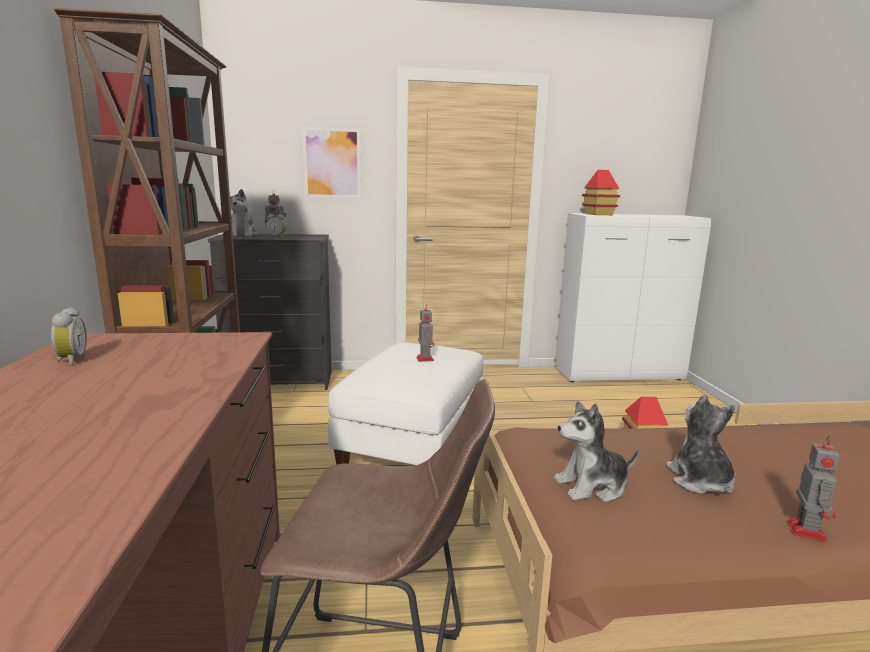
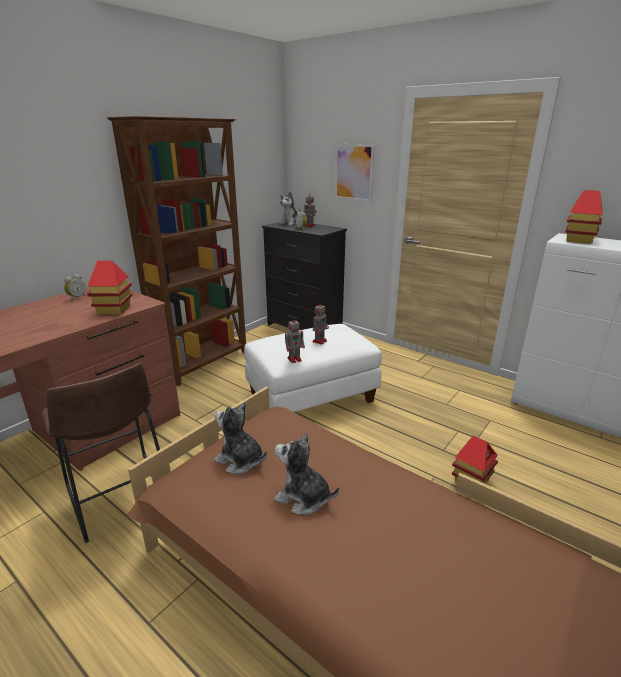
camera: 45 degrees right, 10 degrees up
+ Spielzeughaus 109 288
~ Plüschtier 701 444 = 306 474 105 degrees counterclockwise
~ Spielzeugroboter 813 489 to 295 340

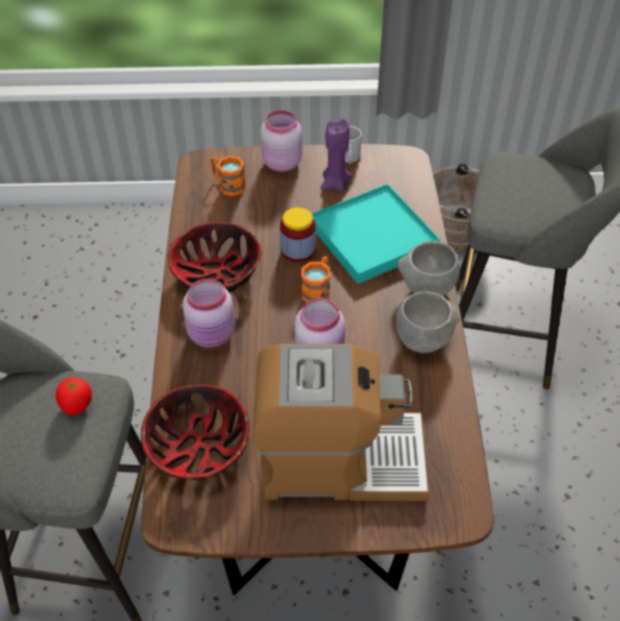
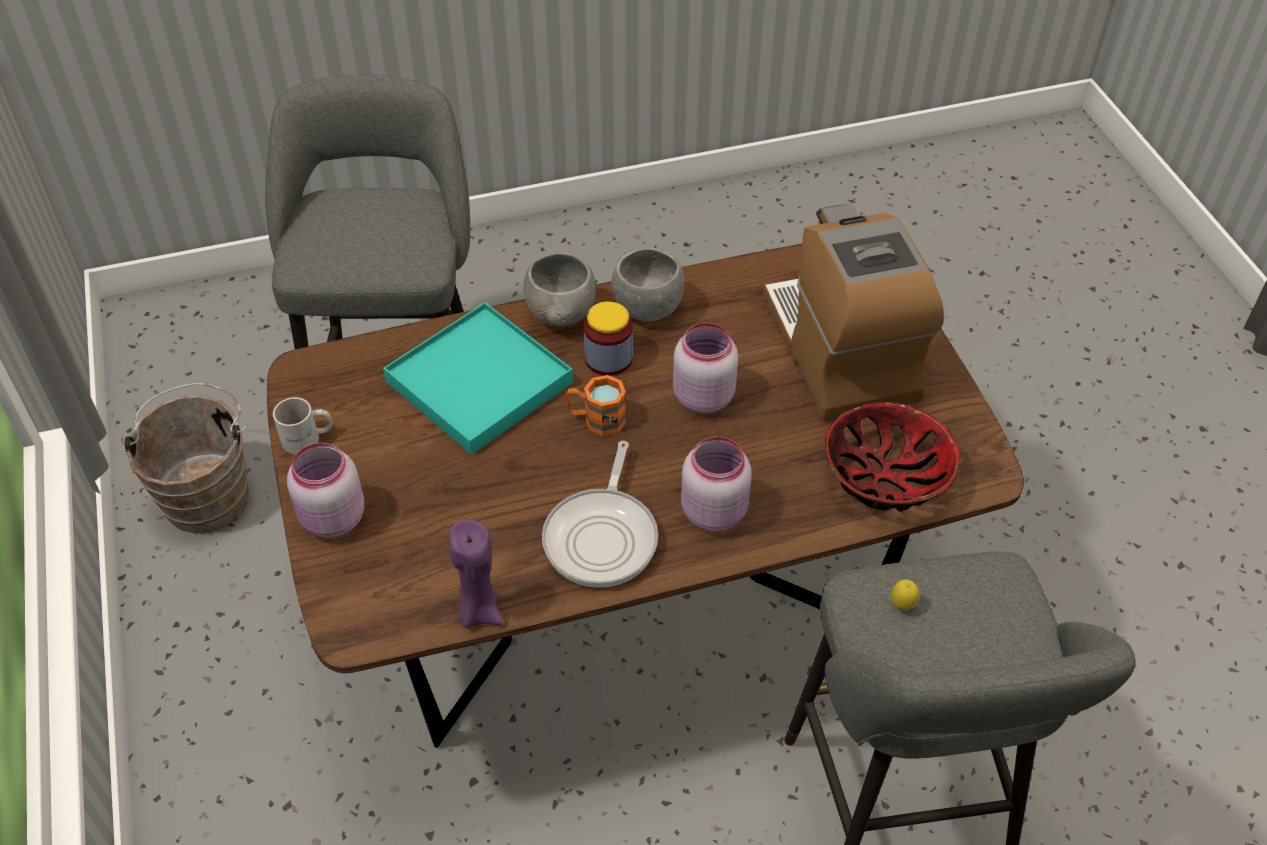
camera: 105 degrees left, 0 degrees up
~ Kerze (lila) 337 155 to 476 574
~ Schüssel 214 257 to Pfanne 600 514
~ Vorratsglas 298 234 to 608 338
~ Tomate 74 396 to Zitrone 905 594
- Henkelbecher (orange) 228 176

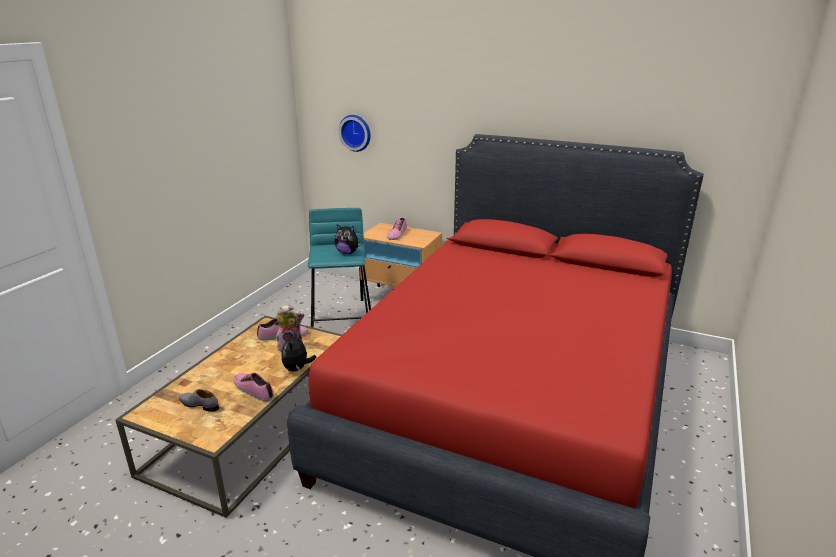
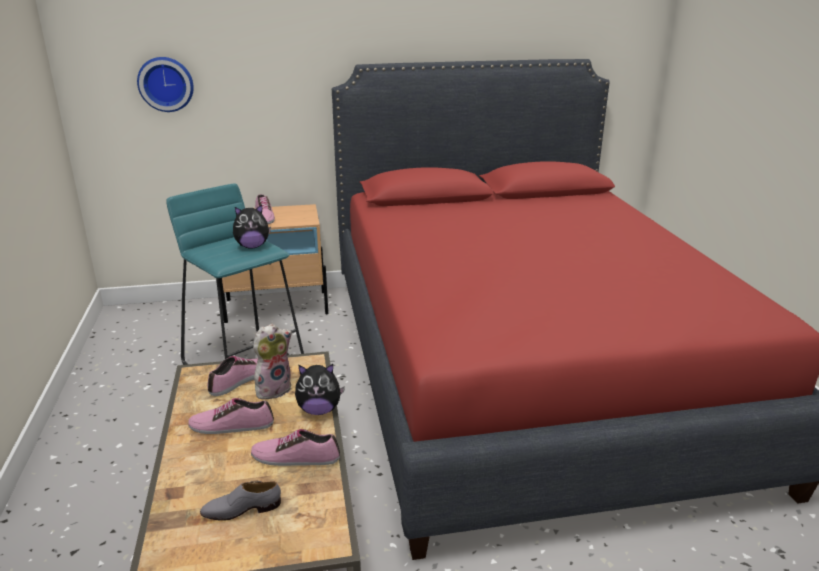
camera: 35 degrees left, 0 degrees up
+ Schuh 231 416
~ Plüschtier 298 351 = 320 389 60 degrees counterclockwise

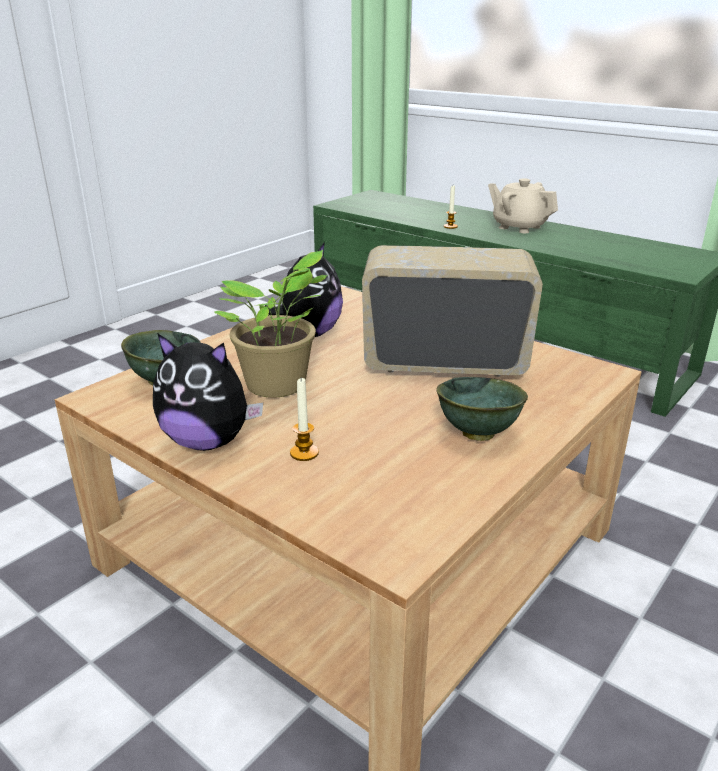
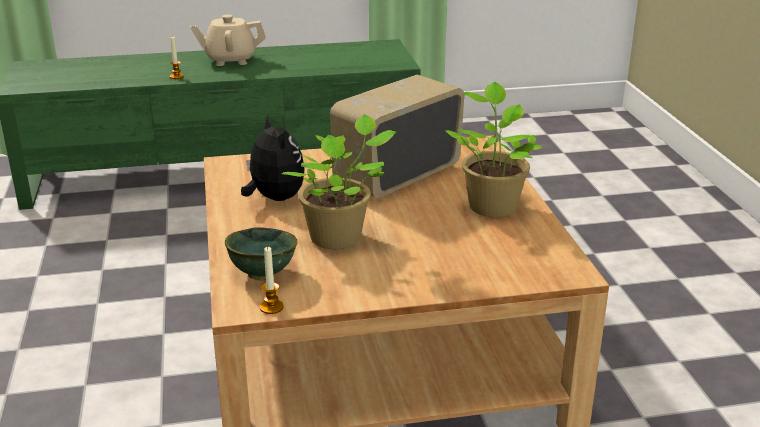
camera: 50 degrees left, 0 degrees up
~ Kerze 304 419 to 272 280
~ Schüssel (grün) 482 409 to Topfpflanze 493 149
- Plüschtier 208 392

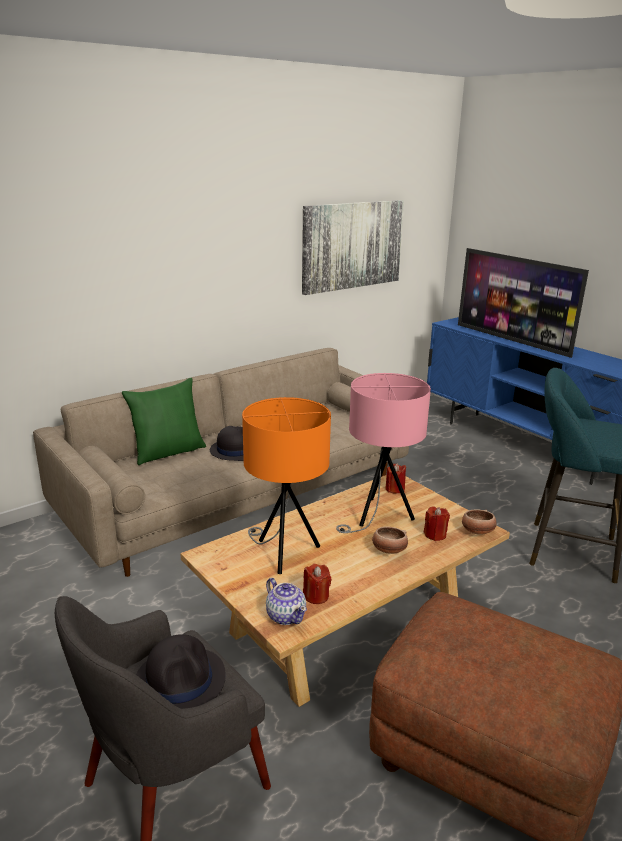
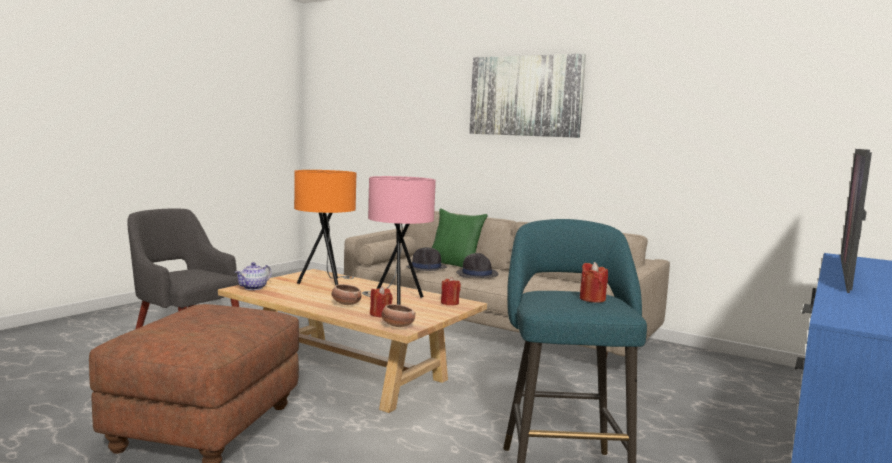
camera: 70 degrees right, 15 degrees down
~ Hut (schwarz) 181 671 to 426 259
~ Bild 353 247 to 527 96
~ Kerze (rot) 317 584 to 594 282

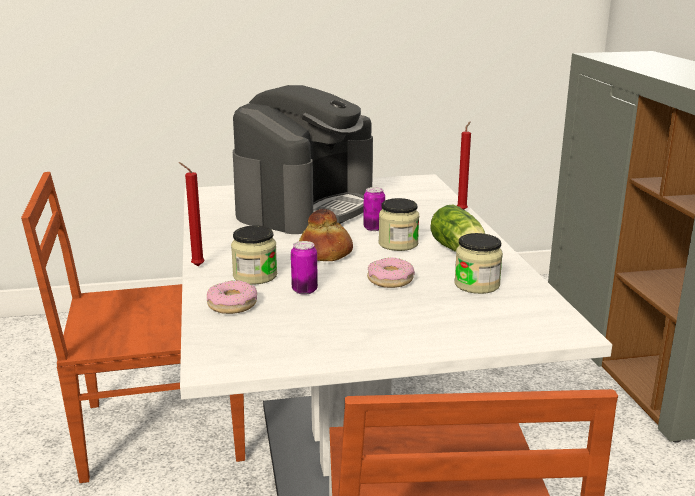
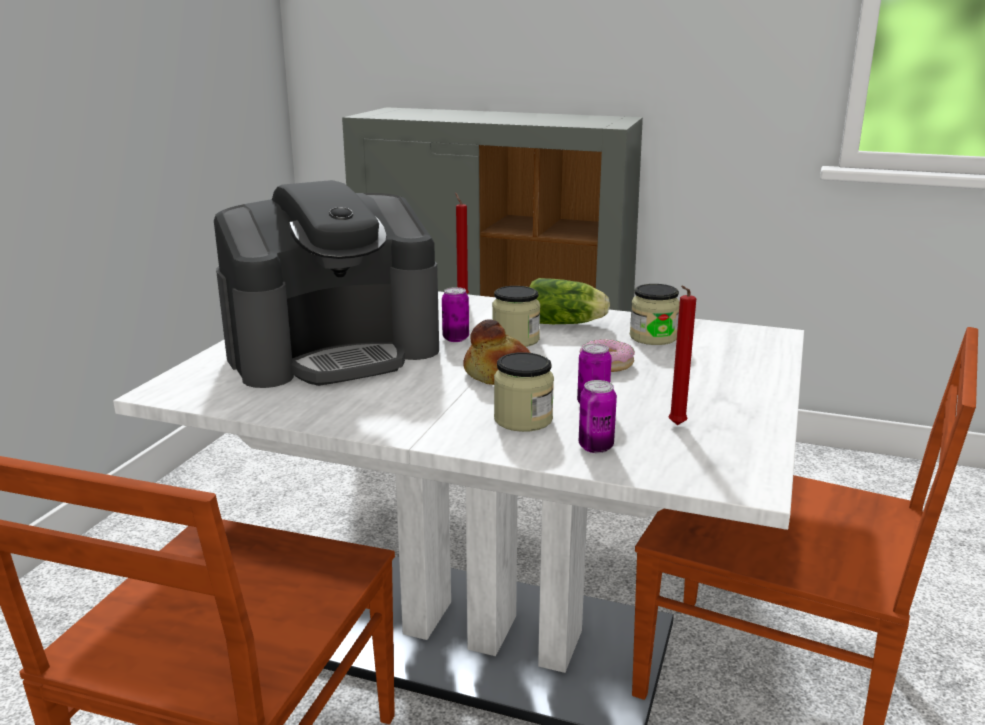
camera: 60 degrees left, 0 degrees up
~ Kaffeemaschine 303 159 = 326 284 90 degrees clockwise
~ Donut 232 297 to Dose 598 416
~ Kerze (rot) 192 214 to 682 355

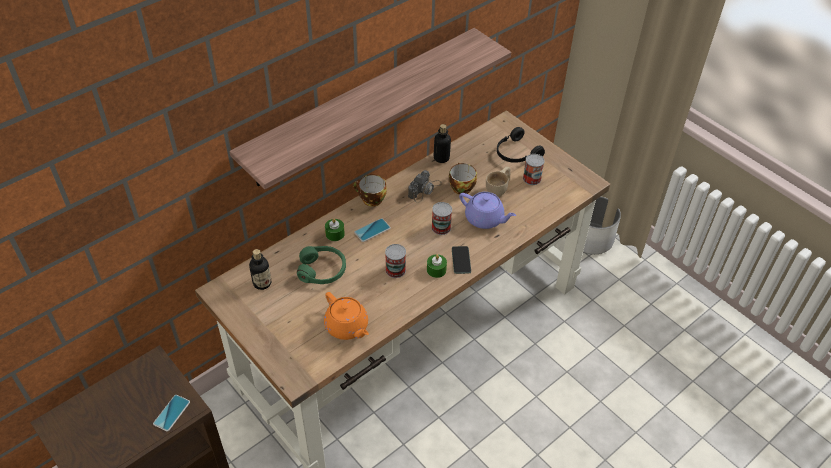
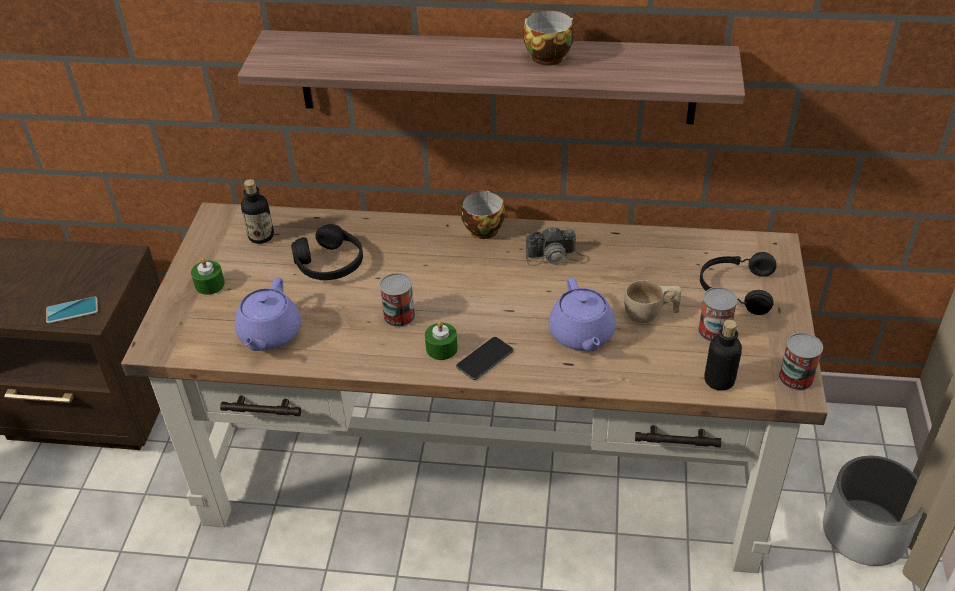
camera: 50 degrees right, 5 degrees down
~ Kerze (grün) 335 229 to 208 276
~ Teekanne (orange) 346 316 to Teekanne (lila) 268 314
~ Kopfhörer (grün) 321 265 to Kopfhörer (schwarz) 327 252
~ Tasse 463 179 to 548 38
~ Flasche 442 143 to 723 355
~ Dose 442 218 to 801 362
- Handy 372 230

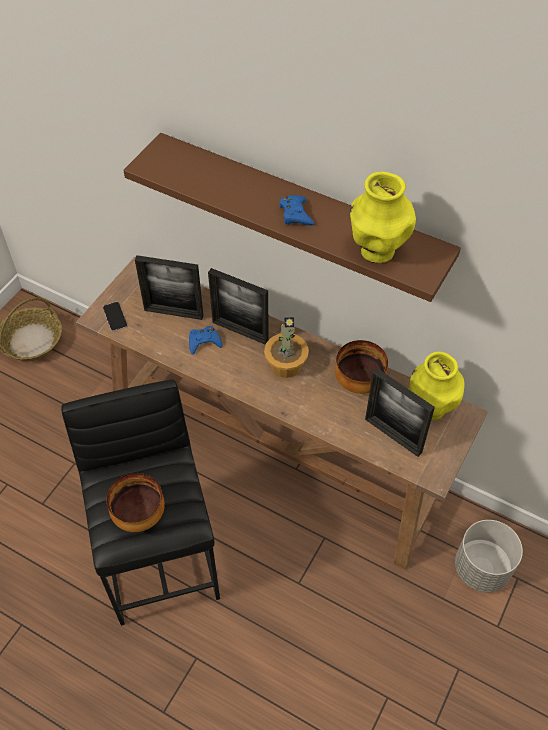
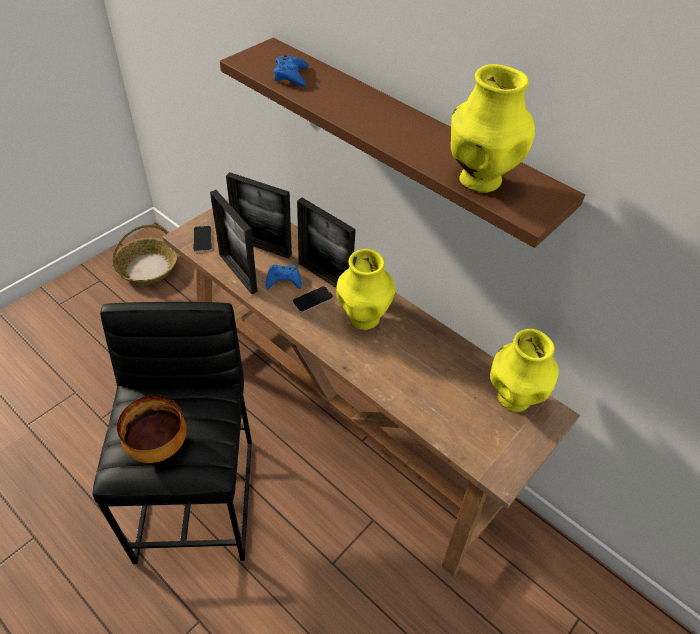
camera: 10 degrees right, 5 degrees down
~ Bilderrahmen 400 412 to 233 242
~ Gamepad (blau) 297 210 to 291 70
+ Handy 312 299
~ Topfpflanze 286 347 to Vase (gelb) 365 289
- Schüssel 361 367
- Pflanzkübel (grau) 489 556

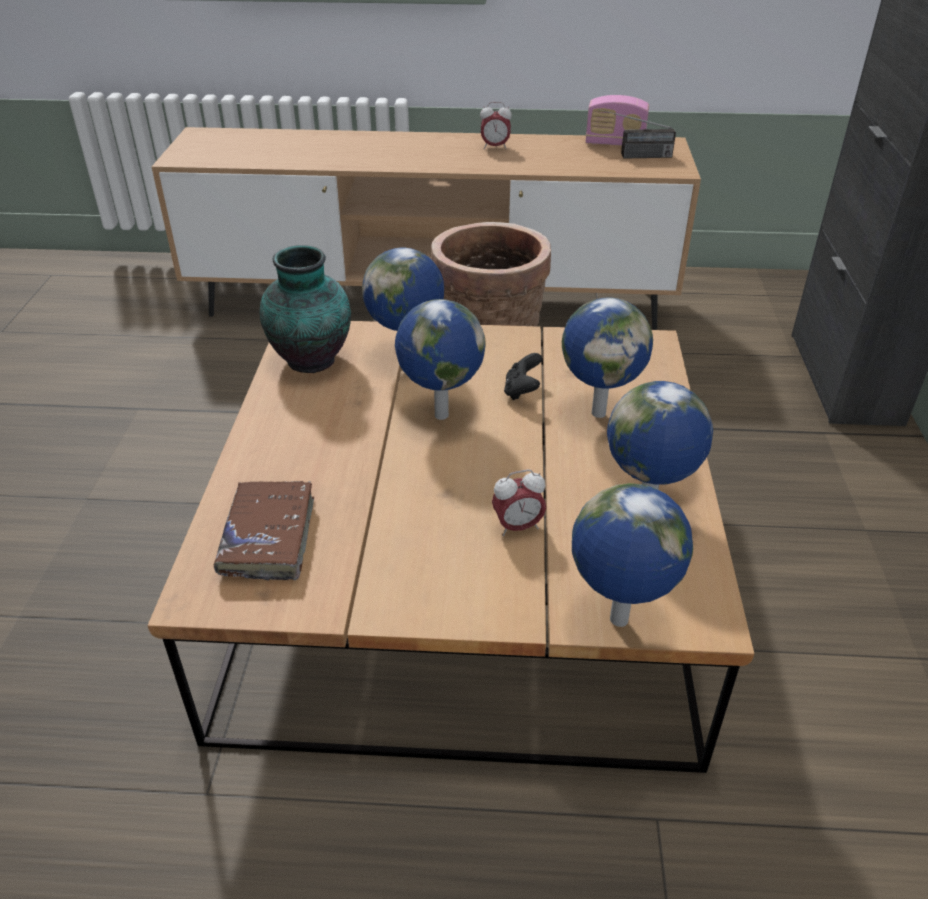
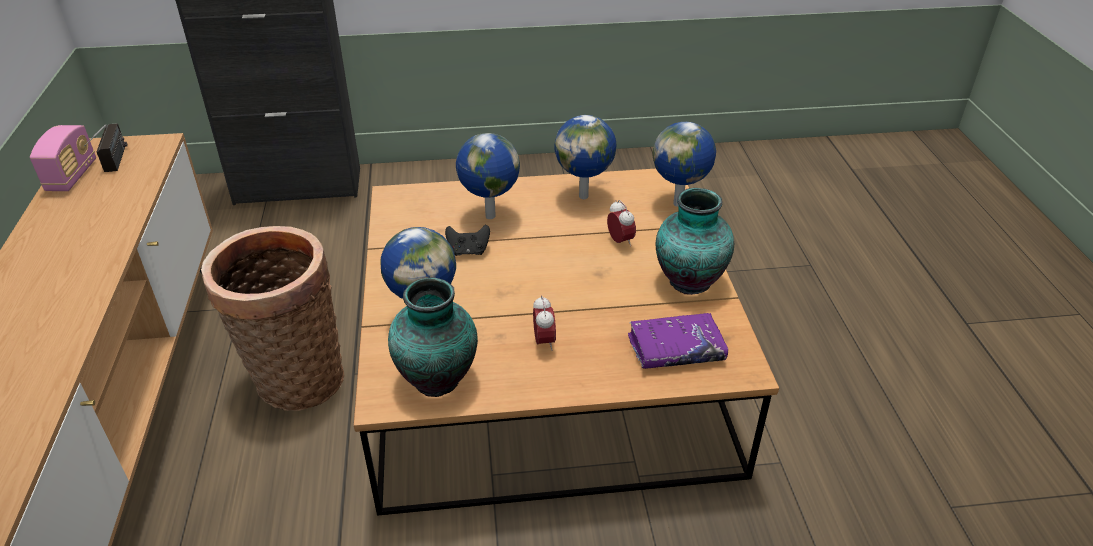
camera: 100 degrees left, 0 degrees up
~ Wecker 496 126 to 544 323
~ Buch (braun) 264 530 to Buch (lila) 678 341
+ Vase 695 241
- Globus 440 359

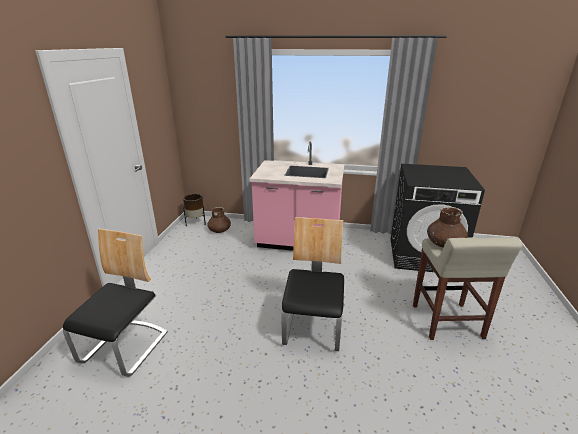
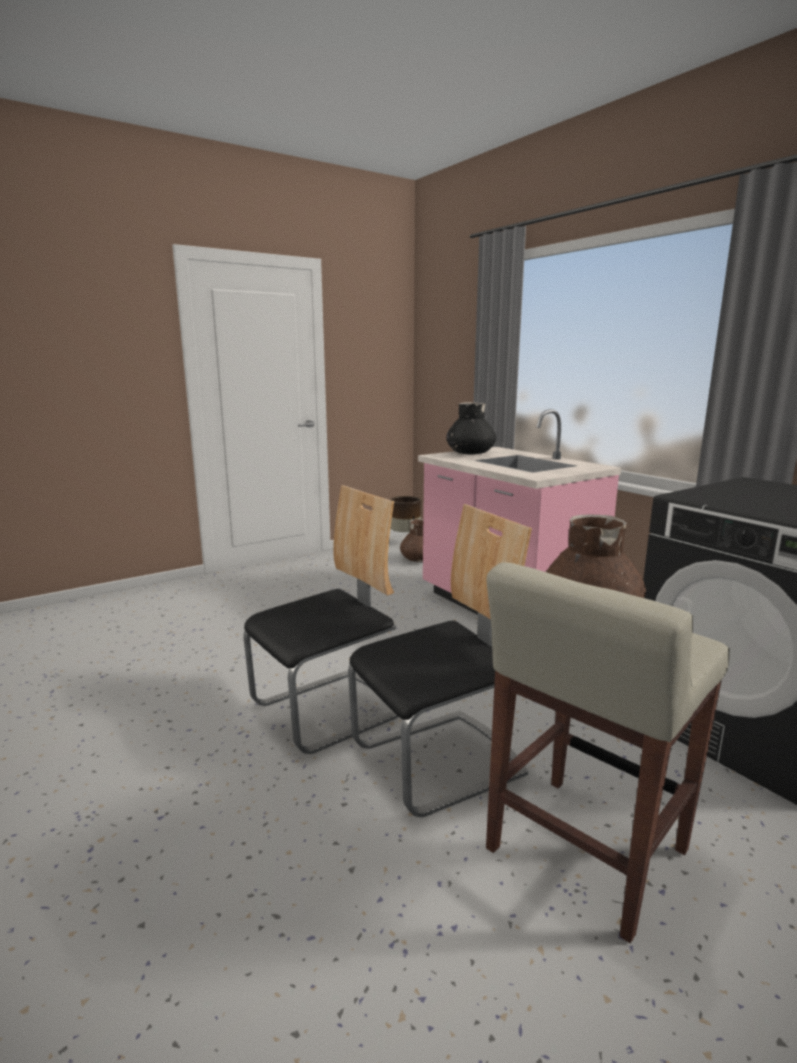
camera: 45 degrees right, 10 degrees down
~ Stuhl 115 303 to 440 660
+ Vase (schwarz) 471 428

